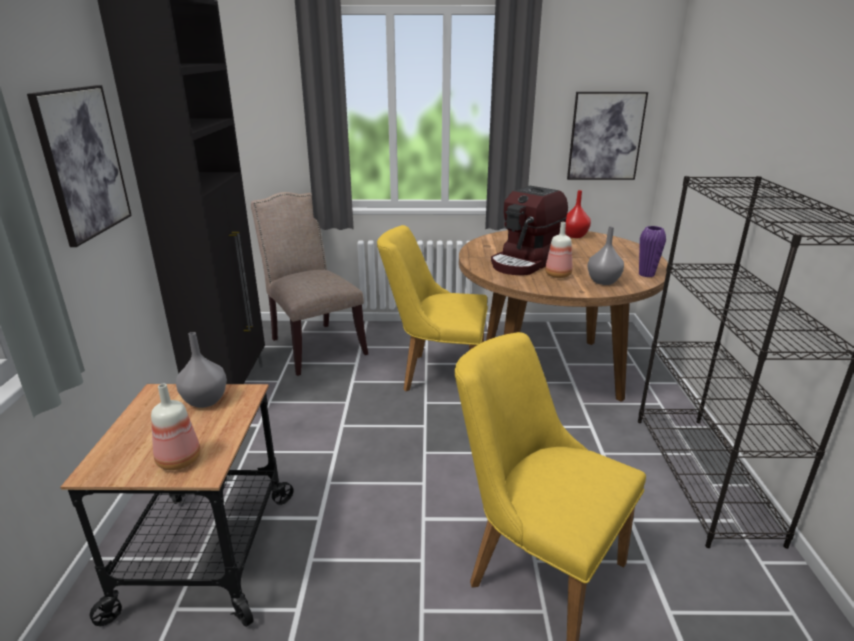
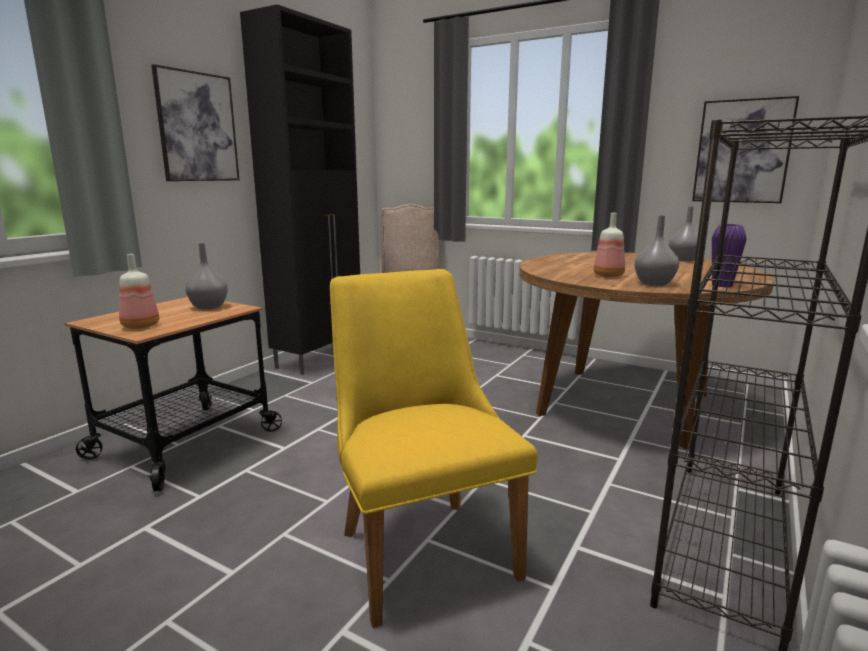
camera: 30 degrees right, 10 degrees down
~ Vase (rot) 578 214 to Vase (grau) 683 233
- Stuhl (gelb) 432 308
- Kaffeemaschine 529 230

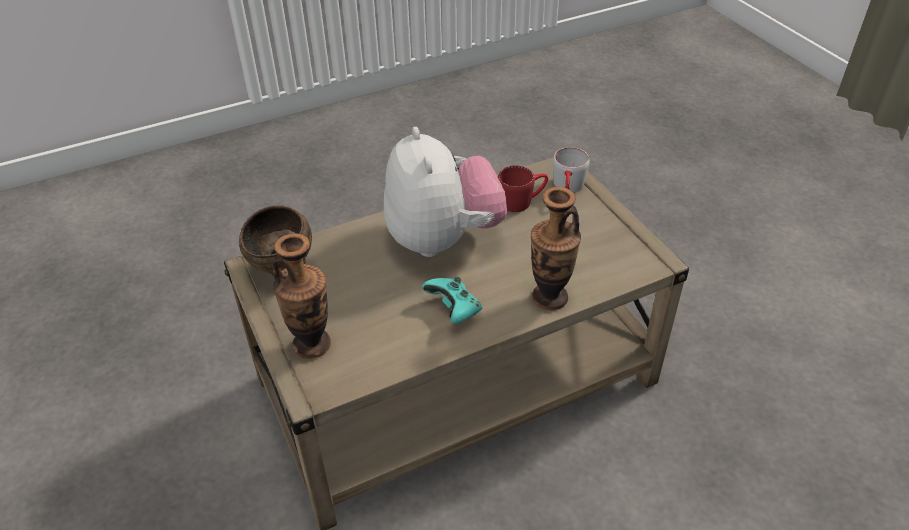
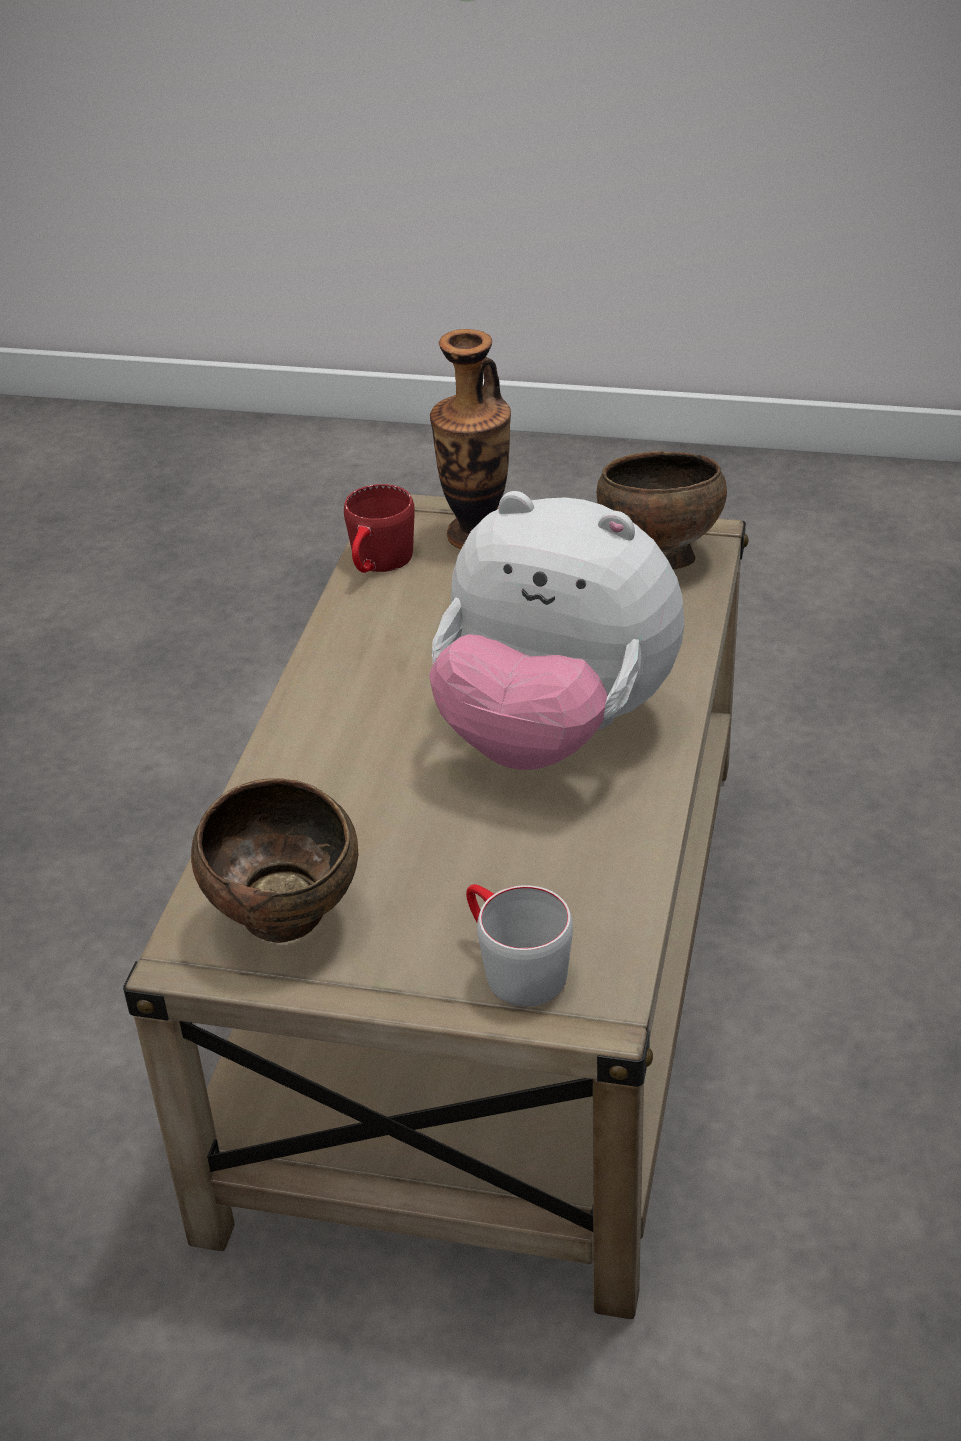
camera: 130 degrees right, 5 degrees down
+ Schüssel (braun) 274 860
~ Henkelbecher (rot) 523 188 to 379 528
- Gamepad (türkis) 452 300
- Vase 556 248

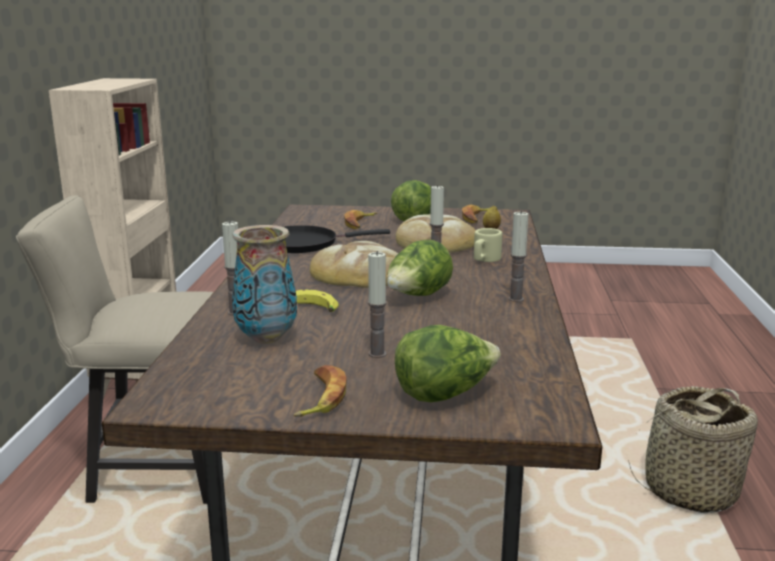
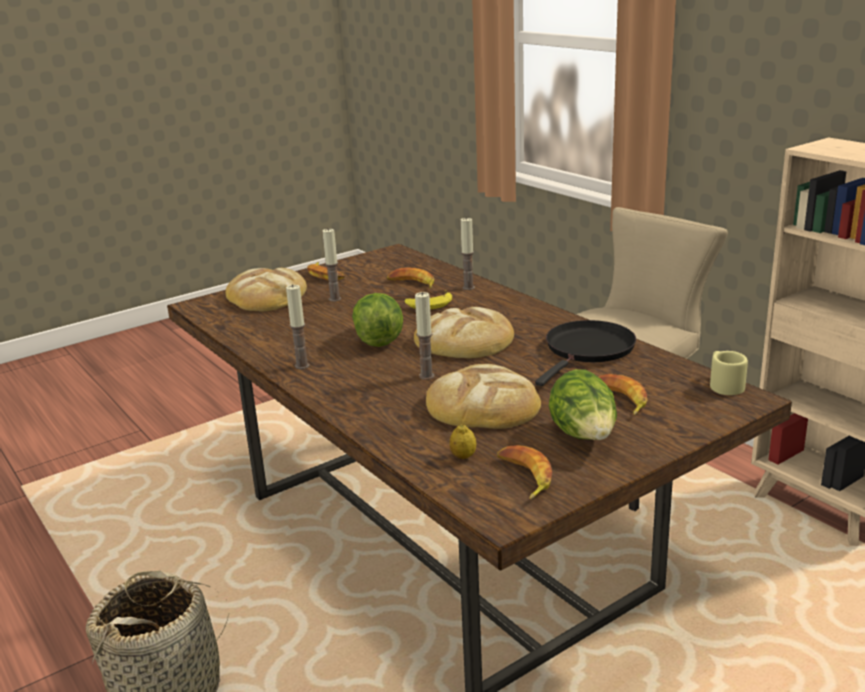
camera: 140 degrees right, 5 degrees up
~ Salatkopf 448 363 to Brot 266 289
~ Vase 264 284 to Banane 410 278
~ Henkelbecher (beige) 488 245 to 729 373

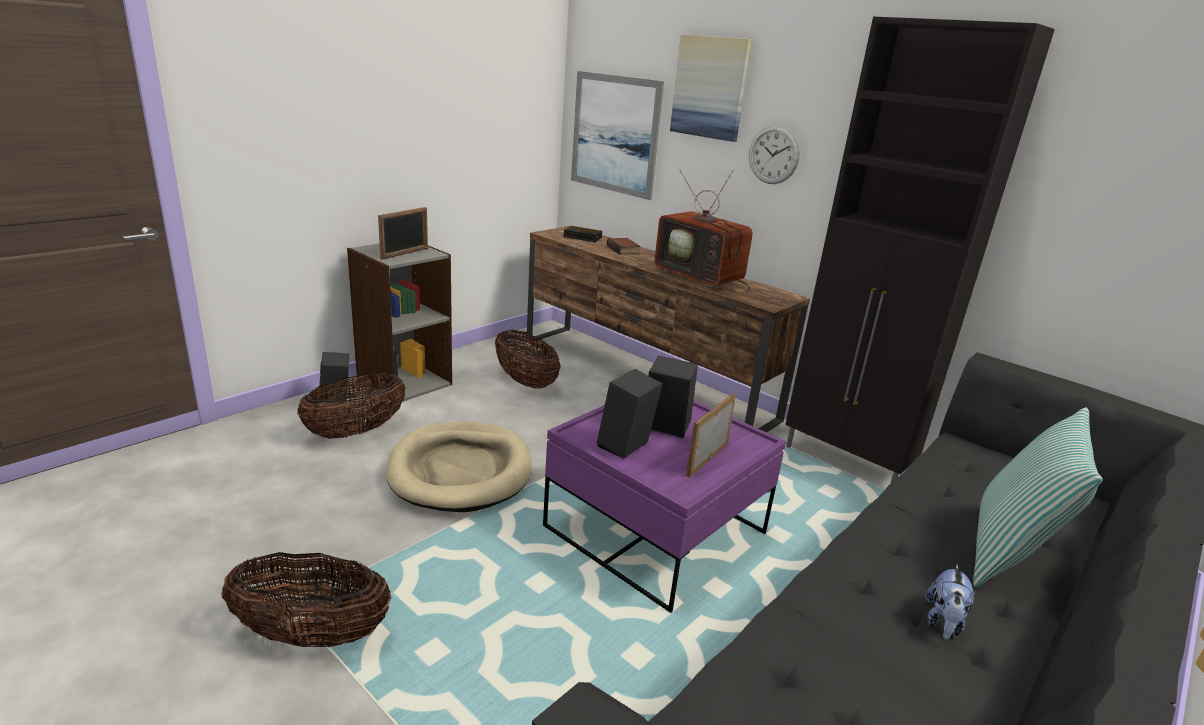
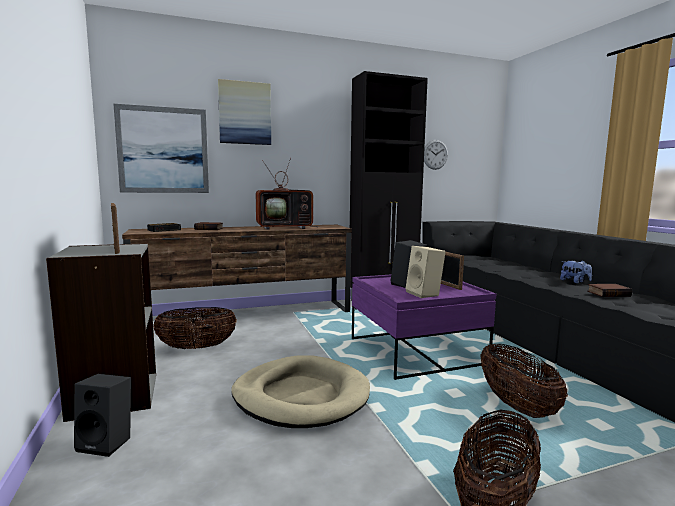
camera: 60 degrees left, 15 degrees down
~ Lautsprecher (schwarz) 630 414 to Lautsprecher (beige) 426 272
~ Wanduhr 774 155 to 436 155
~ Korb 351 406 to 524 381
+ Buch 610 290
- Kissen 1038 497

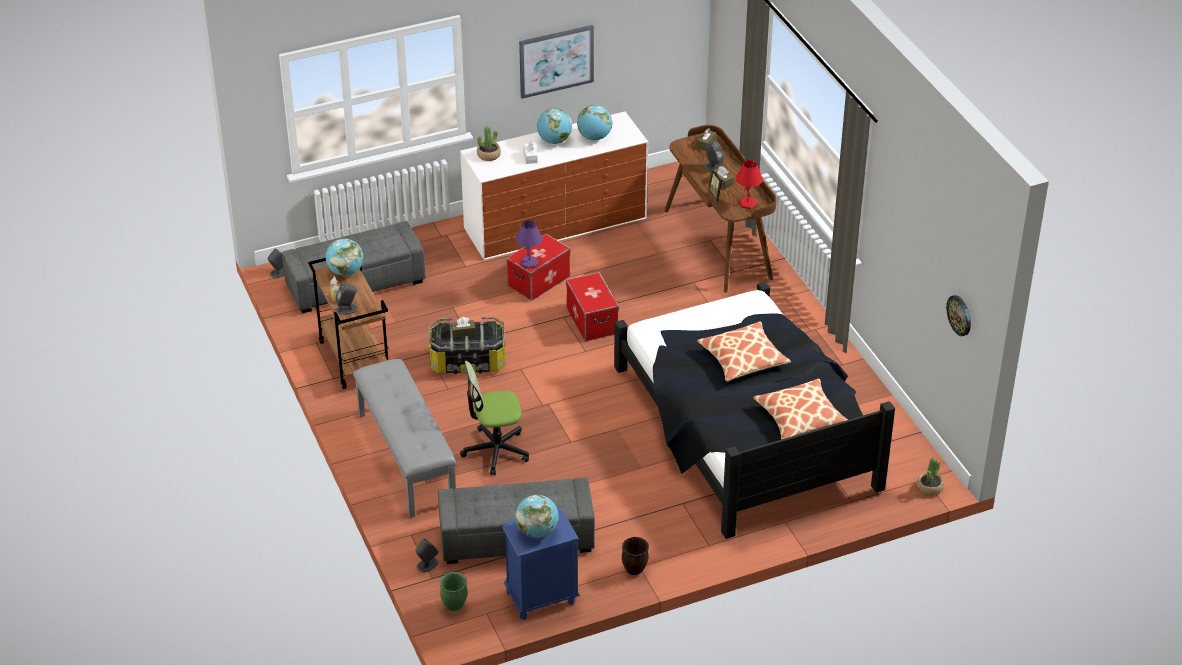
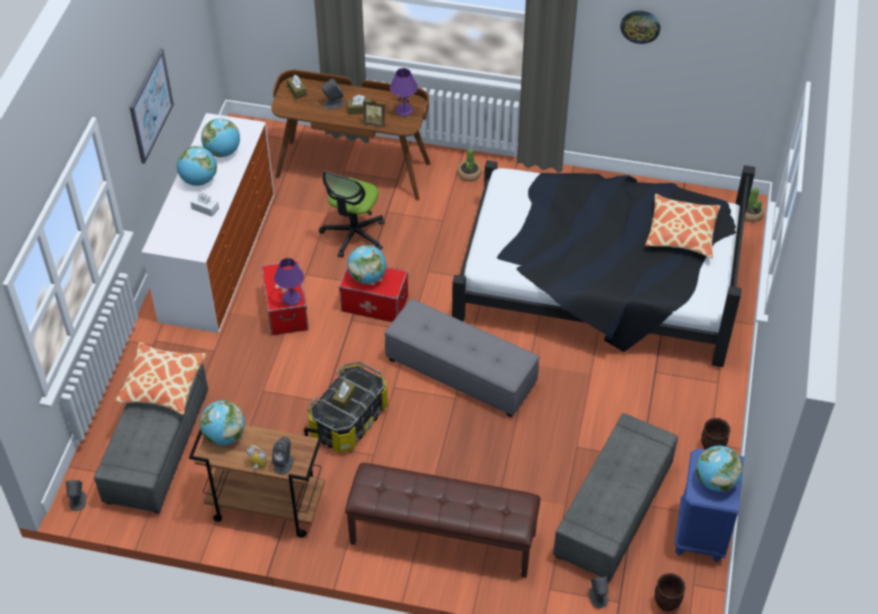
camera: 55 degrees left, 10 degrees up
~ Kissen 744 351 to 160 378
~ Bürostuhl 494 418 to 351 214
~ Bank (grau) 404 438 to Bank (braun) 442 520
+ Globus 366 264
+ Polsterhocker (grau) 462 358
~ Tischlampe (rot) 749 184 to Tischlampe (lila) 404 92
~ Topfpflanze 489 143 to 470 165
~ Wanduhr 958 315 to 640 27
~ Pflanzkübel (grün) 453 591 to Pflanzkübel (braun) 670 592

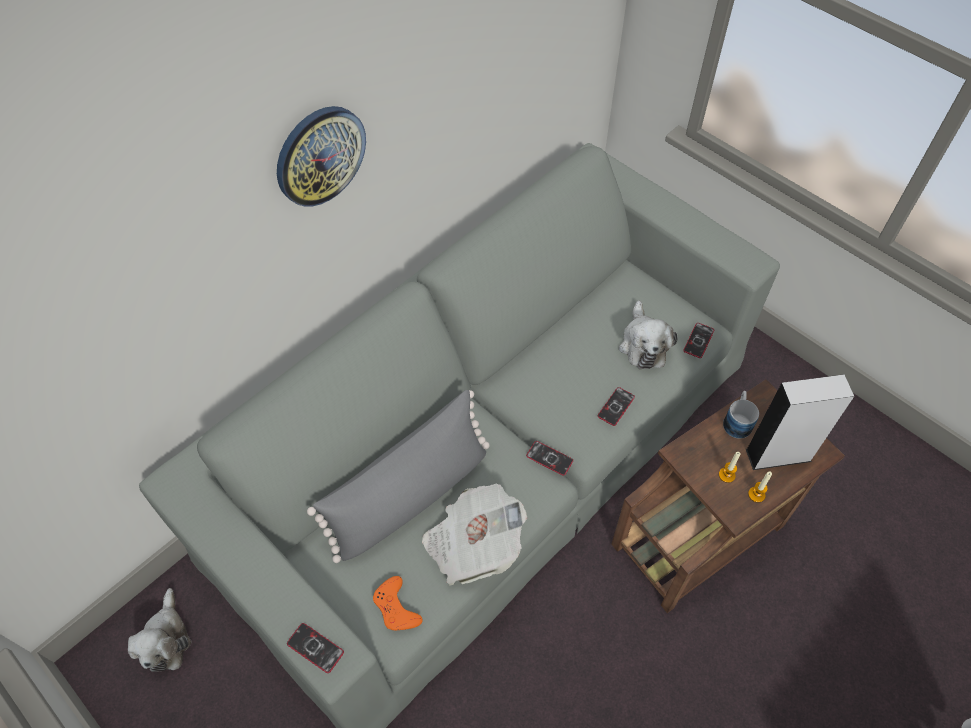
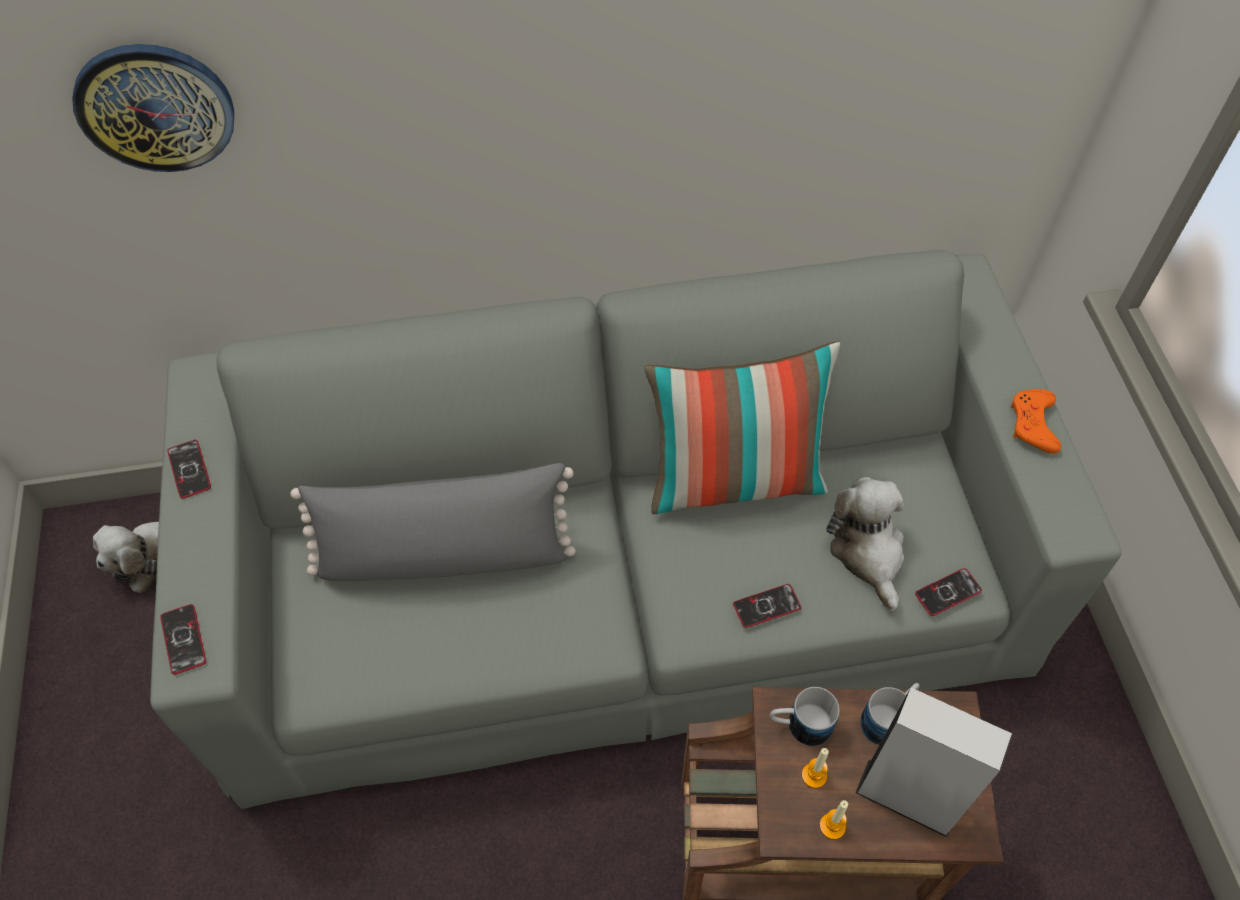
camera: 35 degrees right, 0 degrees up
~ Wanduhr 321 156 to 153 108
~ Handy 549 458 to 189 469
+ Kissen 742 427
+ Henkelbecher 805 716
~ Plüschtier 648 335 = 865 544 135 degrees clockwise
~ Gamepad (orange) 398 603 to 1036 421
- Zeitung 474 534

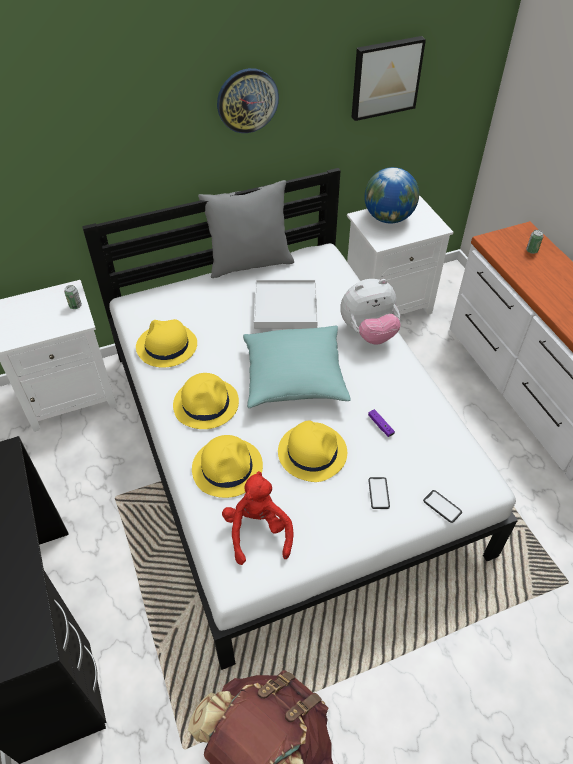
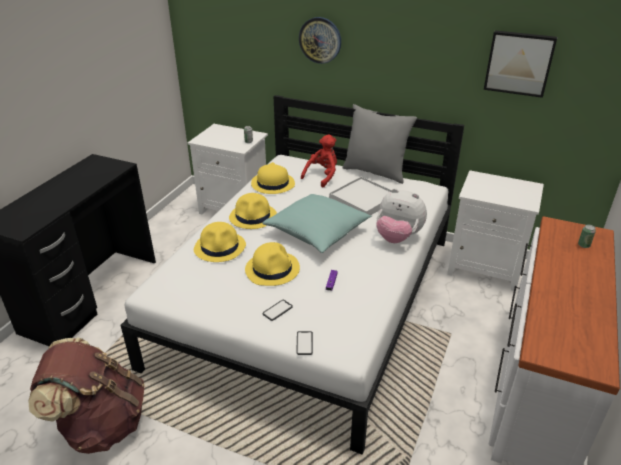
camera: 45 degrees right, 15 degrees down
~ Wanduhr 248 100 to 320 40
~ Plüschtier (rot) 258 518 to 319 161
- Globus 391 195

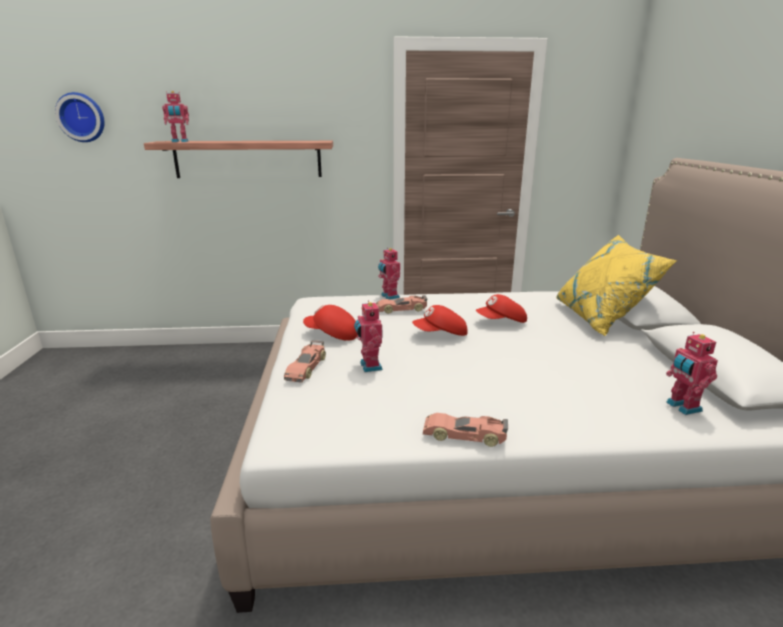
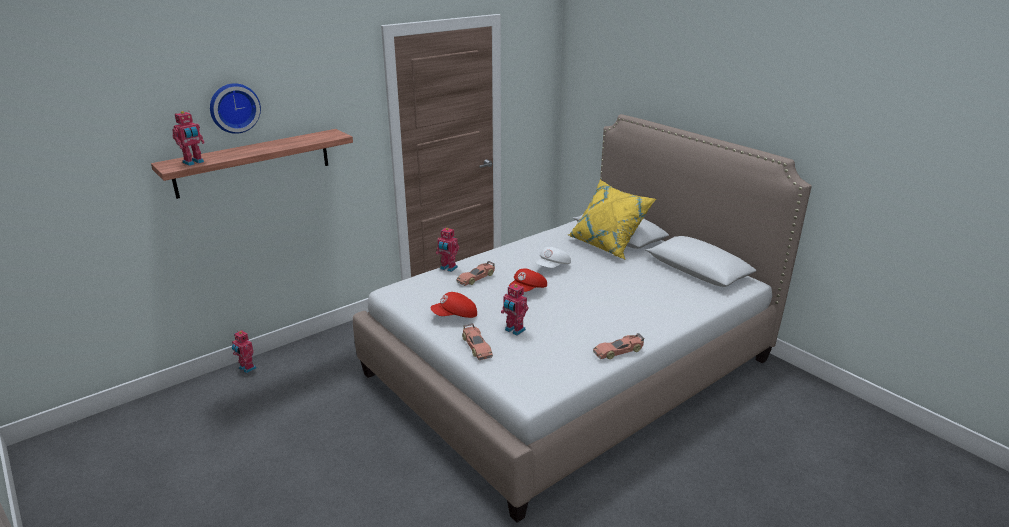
camera: 35 degrees left, 5 degrees up
~ Wanduhr 80 117 to 235 108
~ Spielzeugroboter 692 373 to 244 351
~ Kappe (rot) 501 308 to Kappe (weiß) 553 257

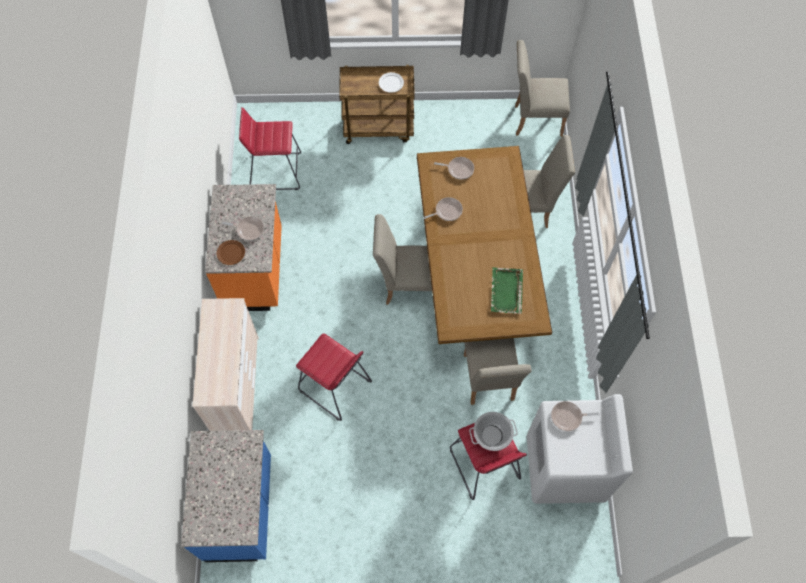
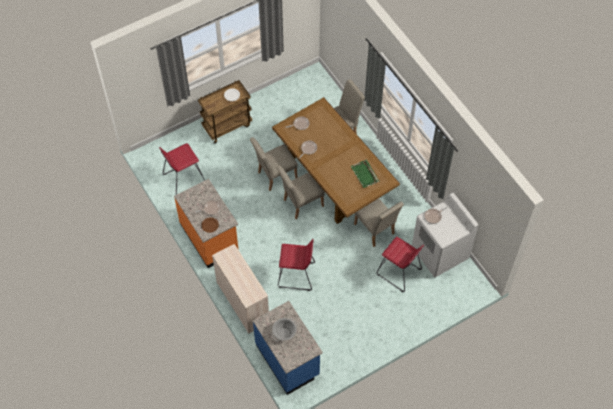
camera: 30 degrees left, 5 degrees down
~ Stuhl (beige) 542 88 to 274 164
~ Kochtopf 493 431 to 284 329

